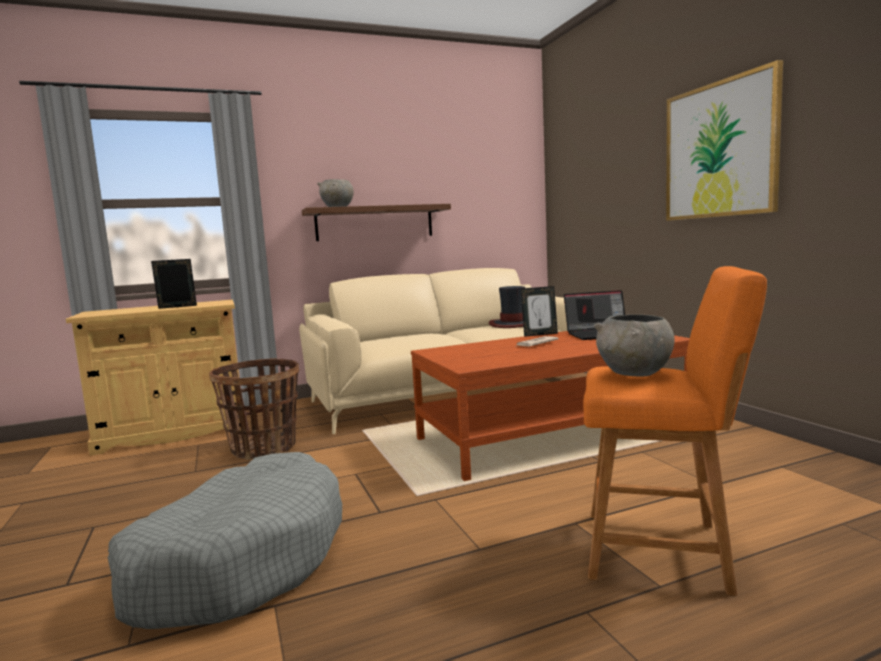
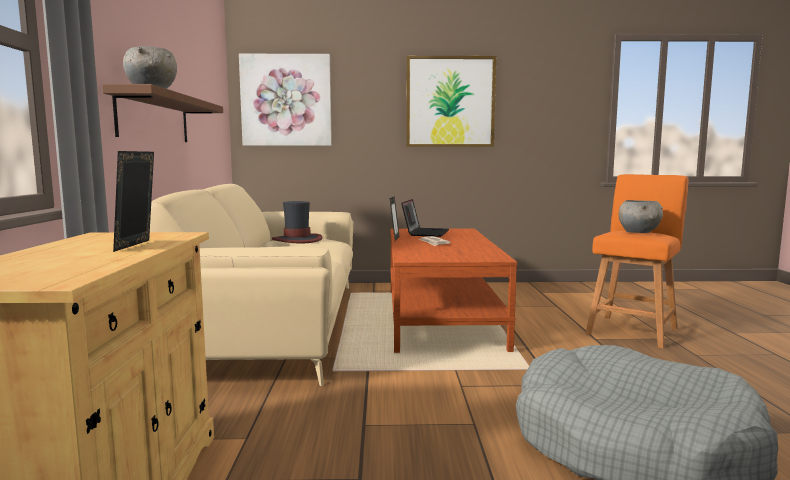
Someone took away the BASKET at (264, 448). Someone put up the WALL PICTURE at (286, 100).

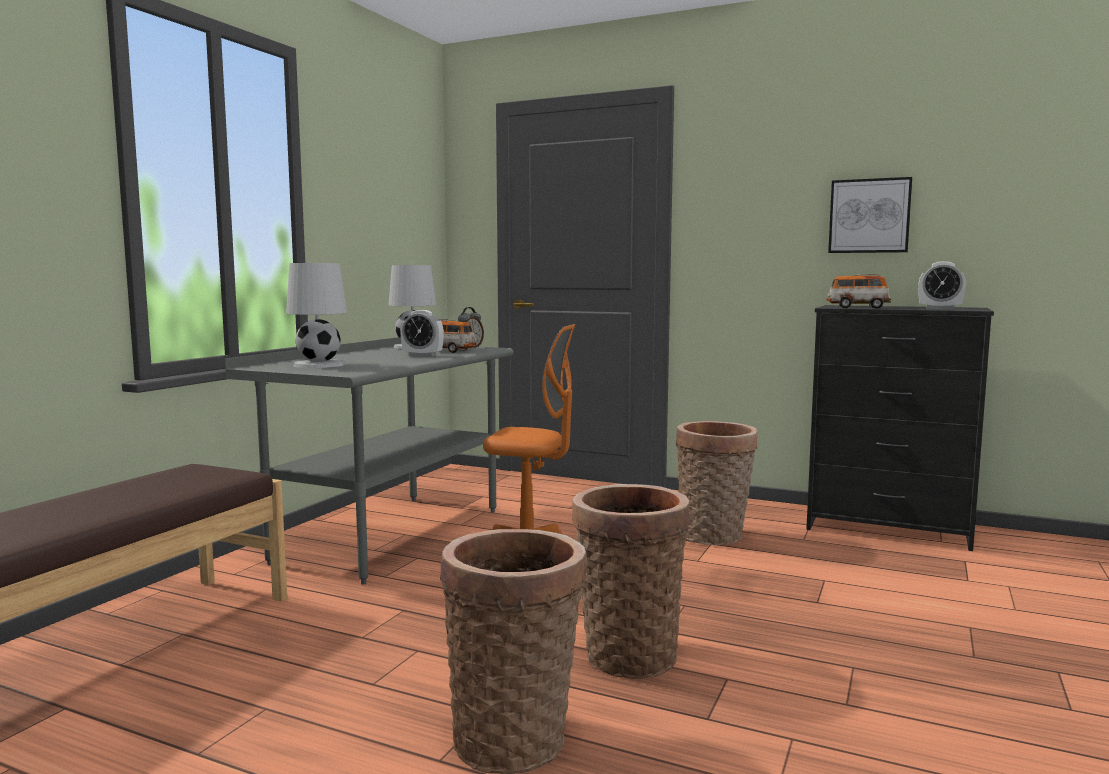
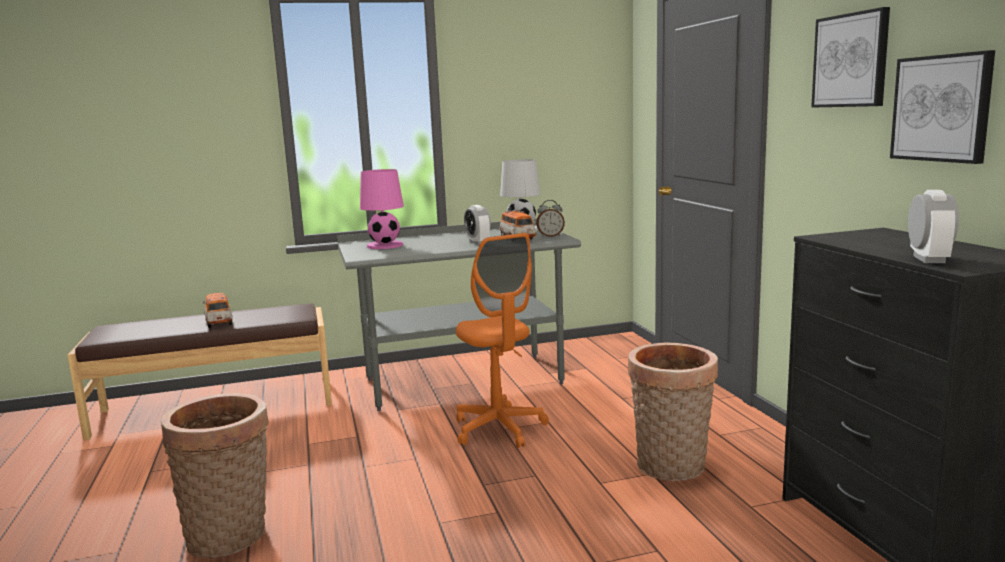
Someone repainted the WHITE-COLOURED TABLE LAMP at (319, 365), which became the PINK TABLE LAMP at (384, 245). Someone took away the BASKET at (628, 653). Someone carried the TOY CAR from (857, 307) to (219, 322). Someone rotated the BEDSIDE CLOCK at (940, 309) by 150 degrees counterclockwise. Someone put up the WALL PICTURE at (851, 60).

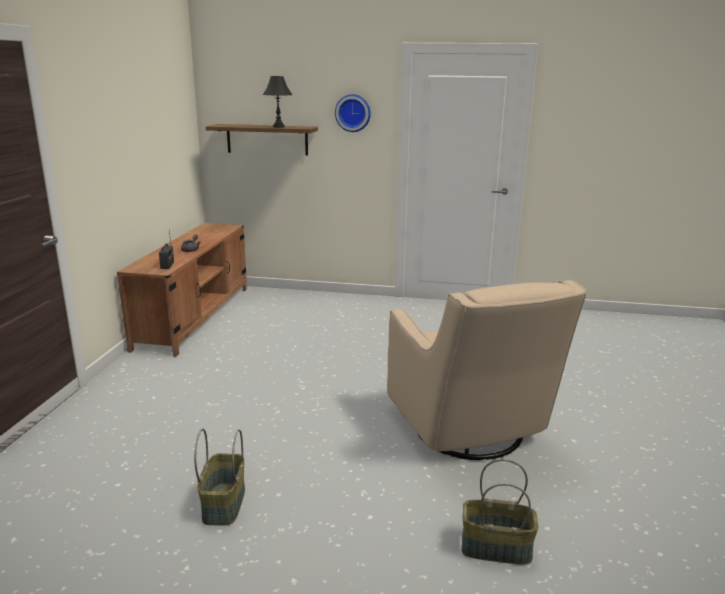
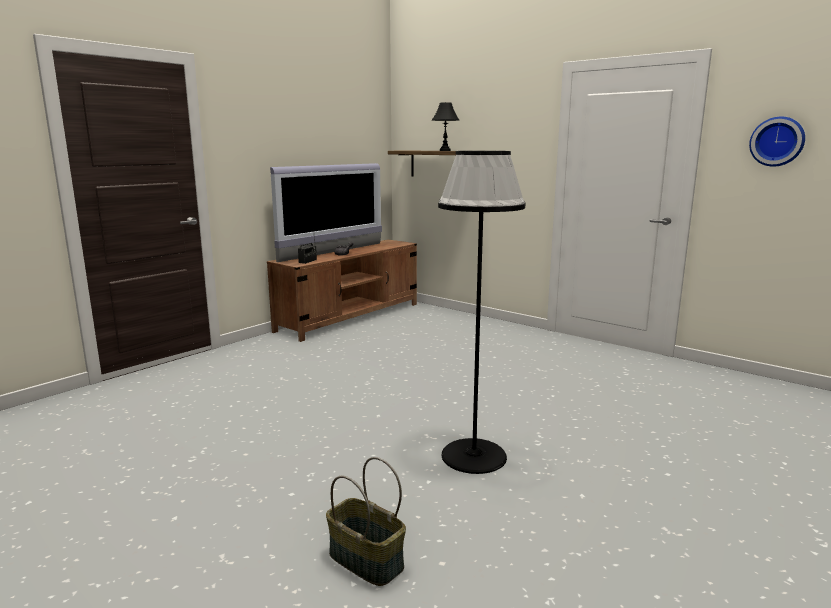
Someone took away the BASKET at (223, 503). Someone carried the HANGING CLOCK from (353, 113) to (777, 141). Someone swapped the BEIGE LOUNGE CHAIR at (470, 432) for the BLACK-COLOURED STANDARD LAMP at (473, 456). Someone put down the TELEVISION at (333, 252).

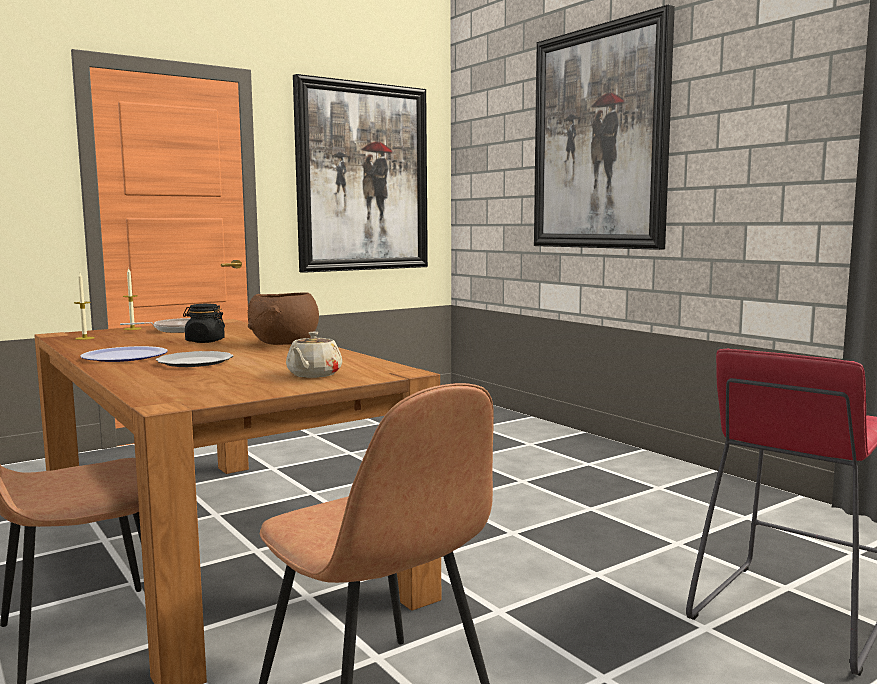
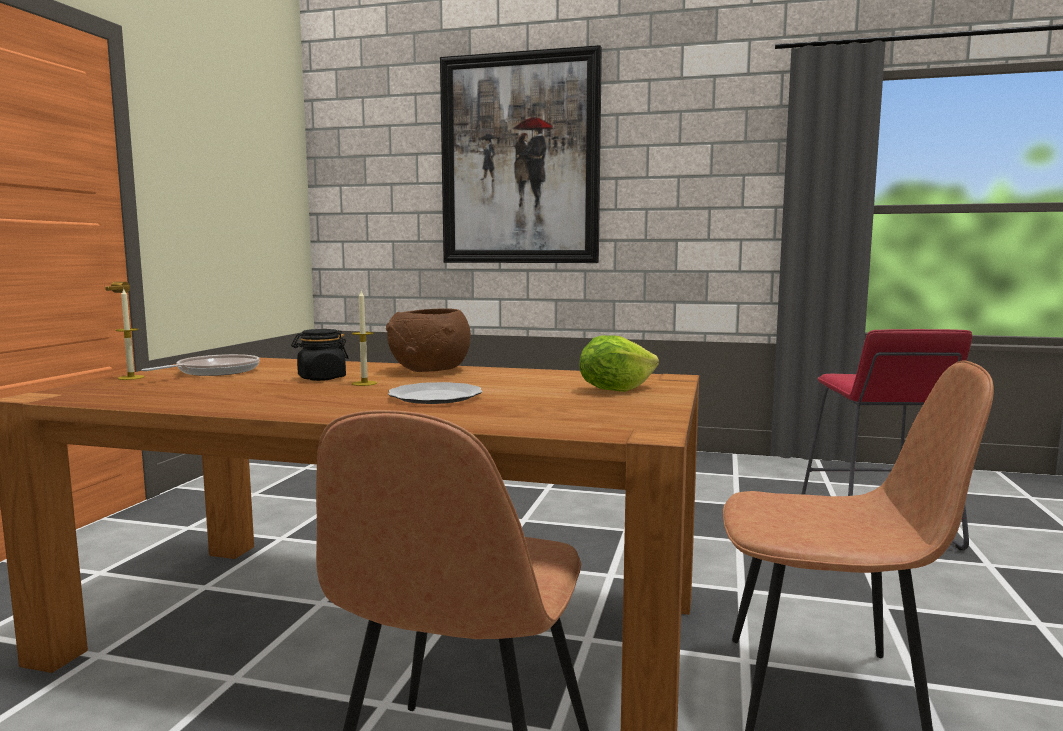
Someone carried the WAX CANDLE from (84, 338) to (364, 383). Someone took away the DINNER PLATE at (124, 356). Someone swapped the BEIGE TEAPOT at (313, 375) for the LETTUCE HEAD at (615, 390). Someone took away the WALL PICTURE at (362, 177).

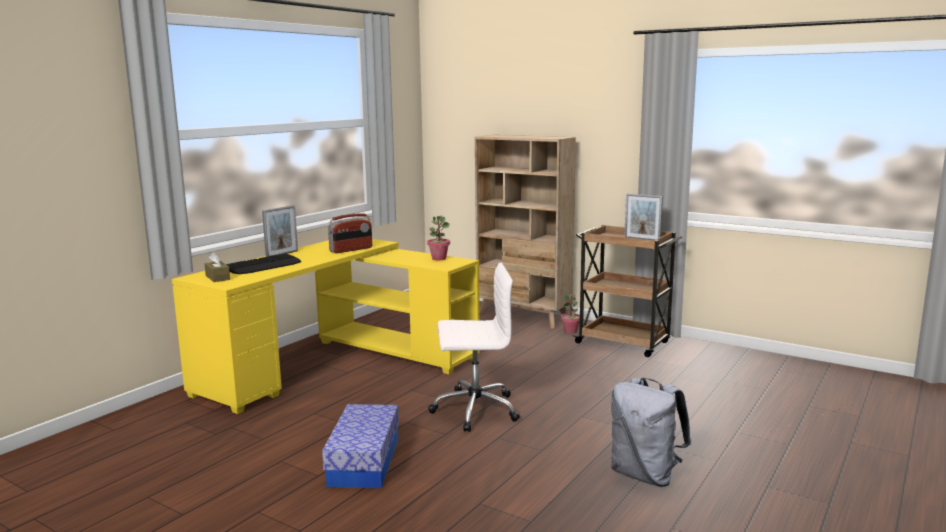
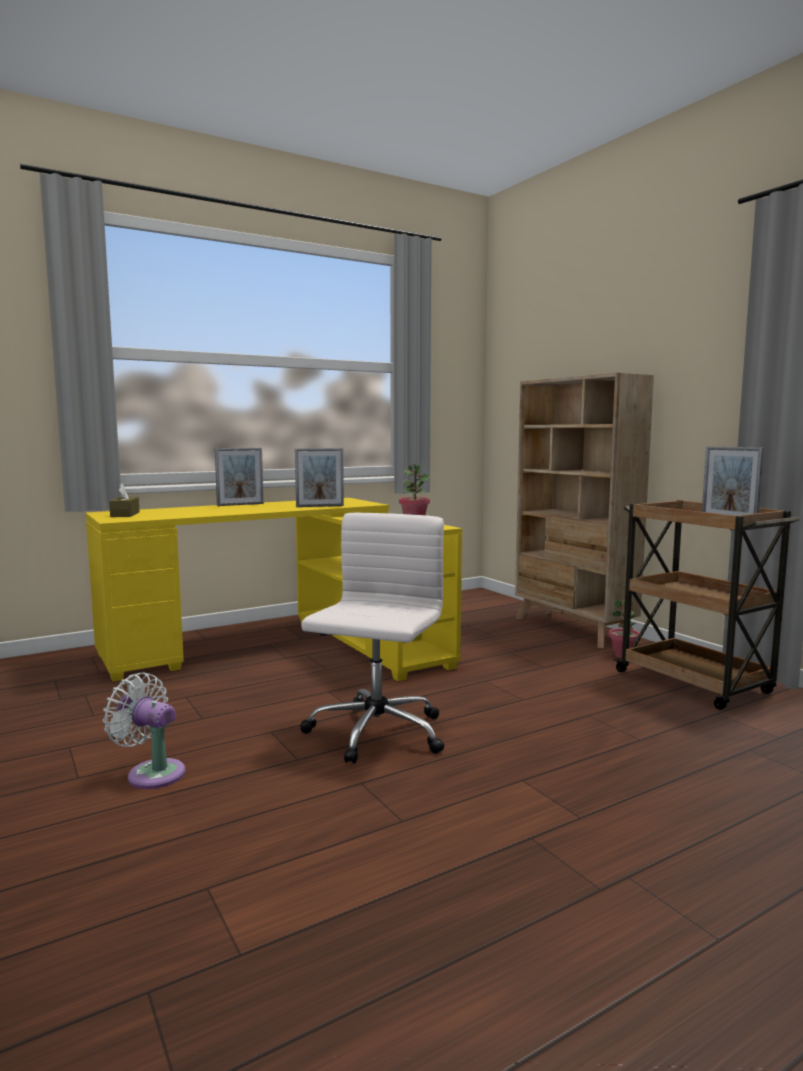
Someone took away the PC KEYBOARD at (264, 265). Someone swapped the STORAGE BOX at (364, 461) for the WHITE-COLOURED FAN at (152, 773). Someone swapped the RADIO at (351, 250) for the PICTURE FRAME at (320, 506). Someone rotated the WHITE-COLOURED COMPUTER CHAIR at (474, 410) by 90 degrees counterclockwise. Someone took away the GREY BACKPACK at (645, 475).

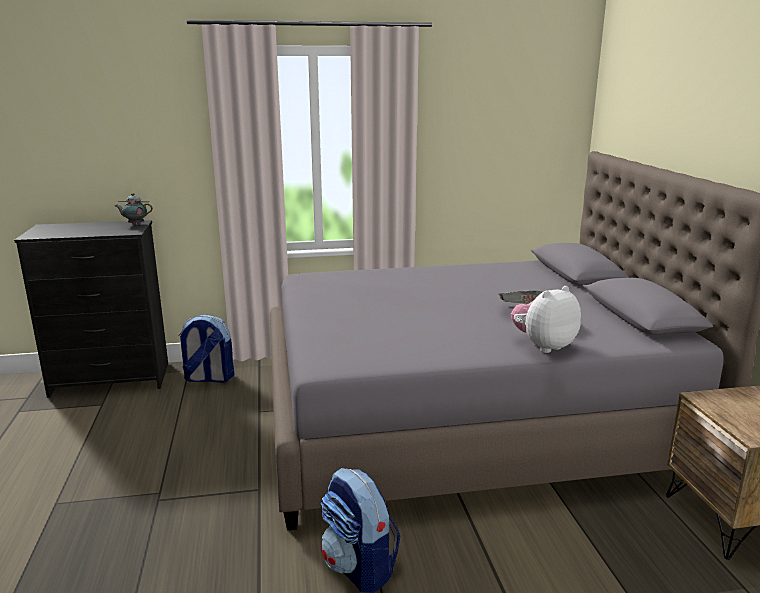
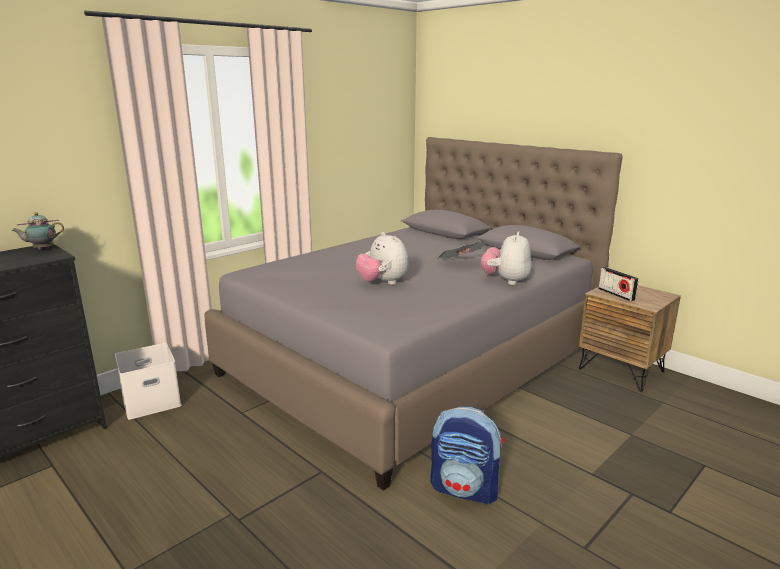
Someone swapped the BACKPACK at (208, 378) for the WHITE-COLOURED STORAGE BOX at (150, 402). Someone put down the PLUSH TOY at (382, 283). Someone put down the RADIO at (616, 294).

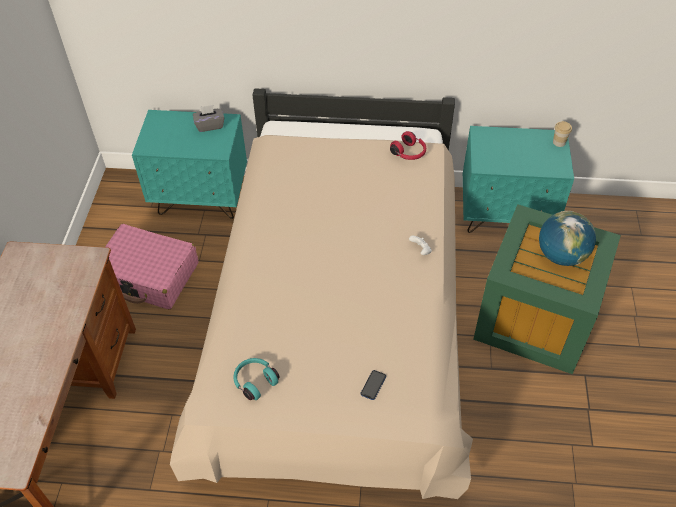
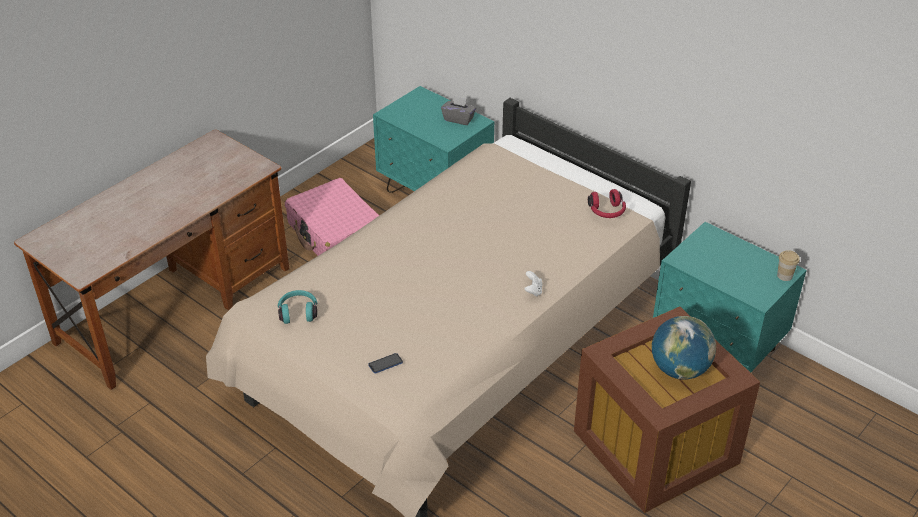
Someone repainted the GREEN STORAGE BOX at (534, 316), which became the BROWN STORAGE BOX at (656, 445).

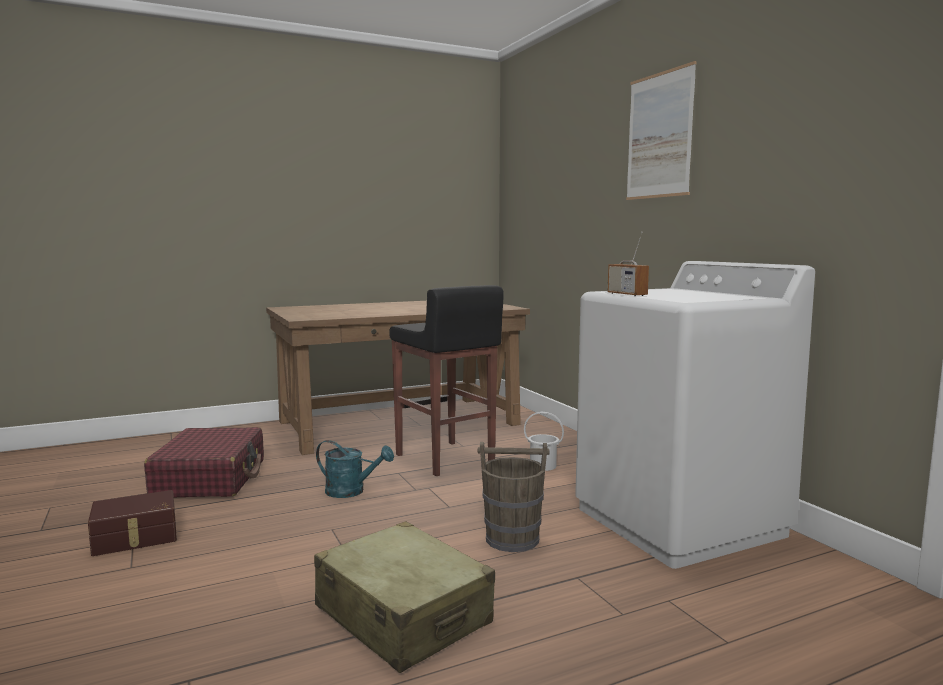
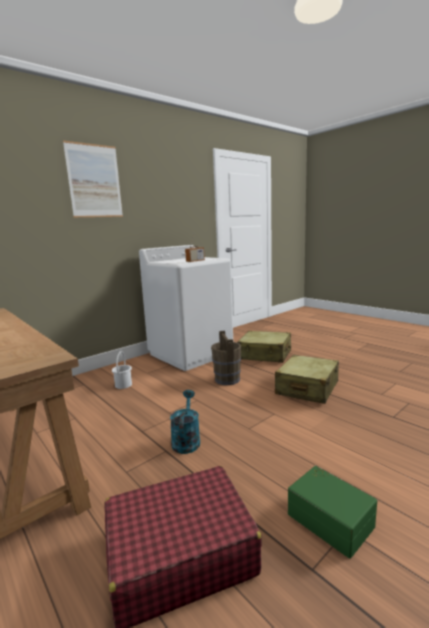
Someone repainted the BROWN STORAGE BOX at (135, 538), which became the GREEN STORAGE BOX at (331, 519). Someone took away the BLACK-COLOURED STOOL at (444, 459). Someone put down the BEIGE TRAVEL CASE at (265, 355).

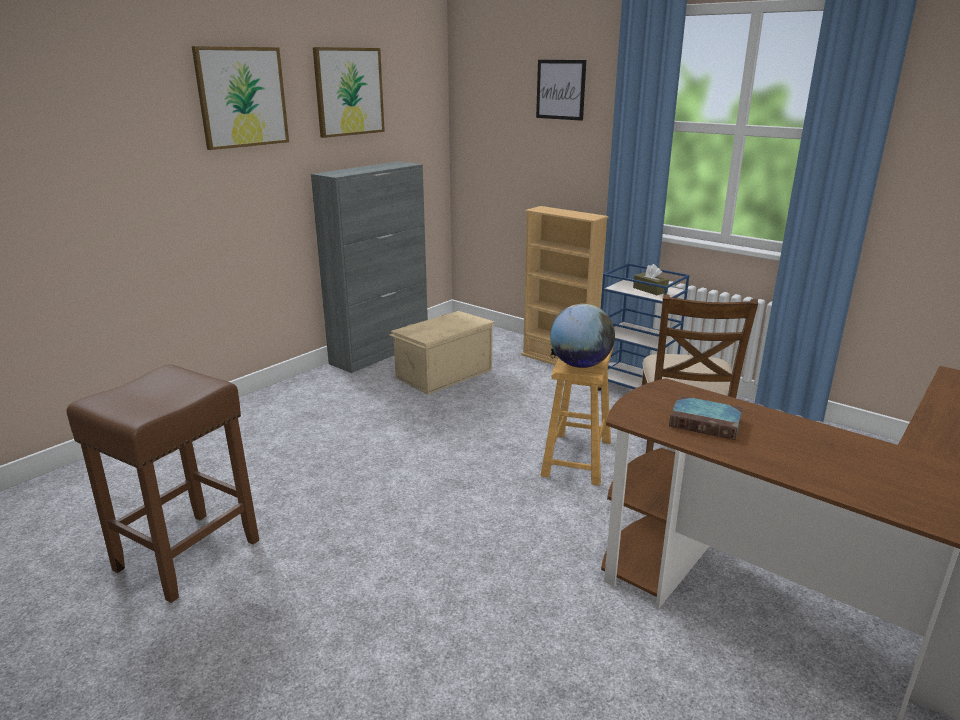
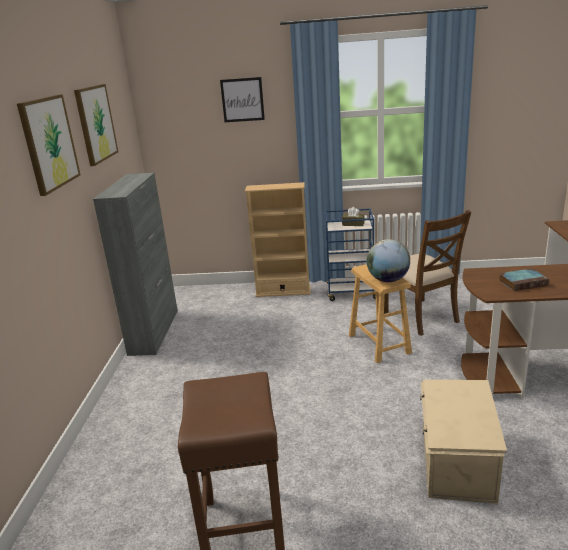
Someone carried the BEIGE STORAGE BOX from (443, 373) to (455, 462).

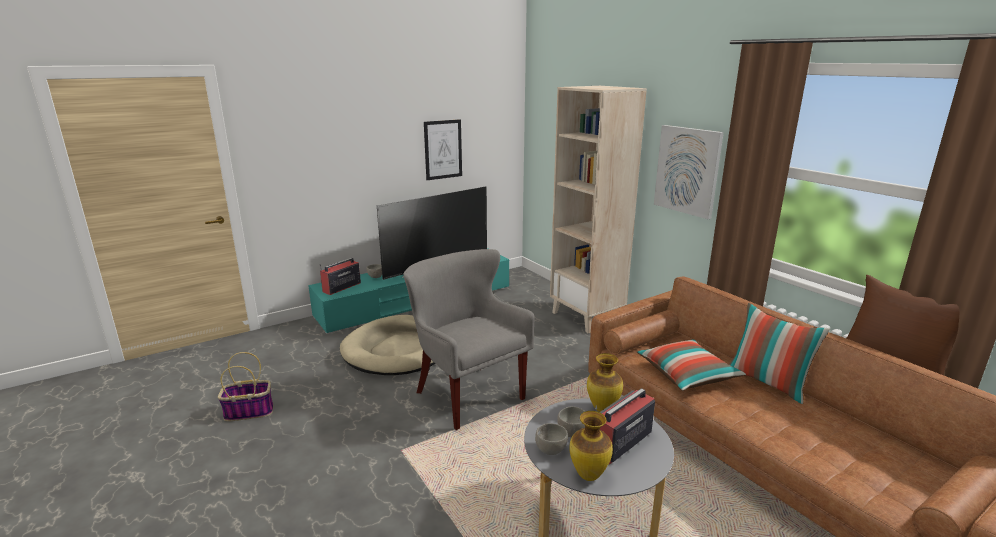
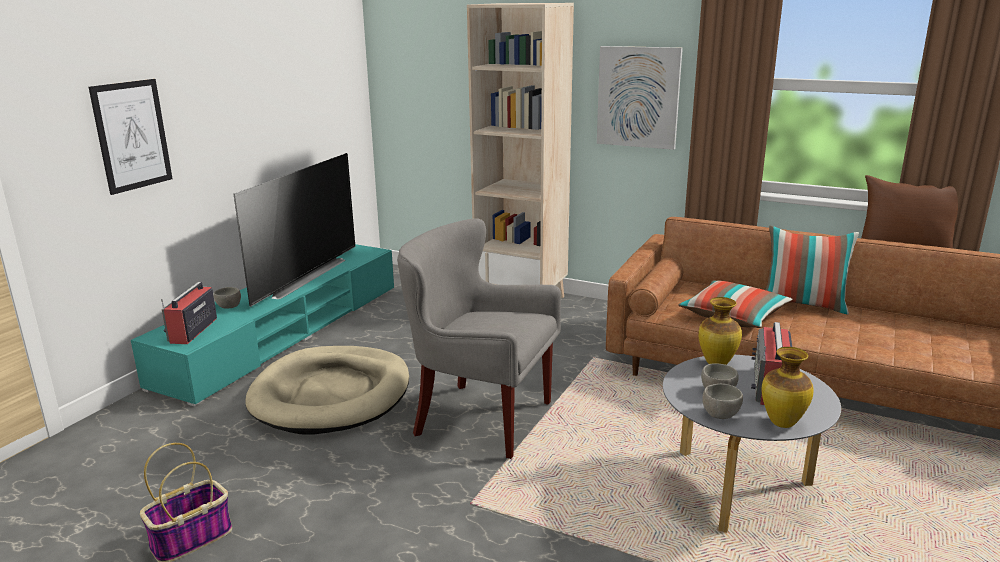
Someone carried the WALL PICTURE from (443, 149) to (132, 135).

